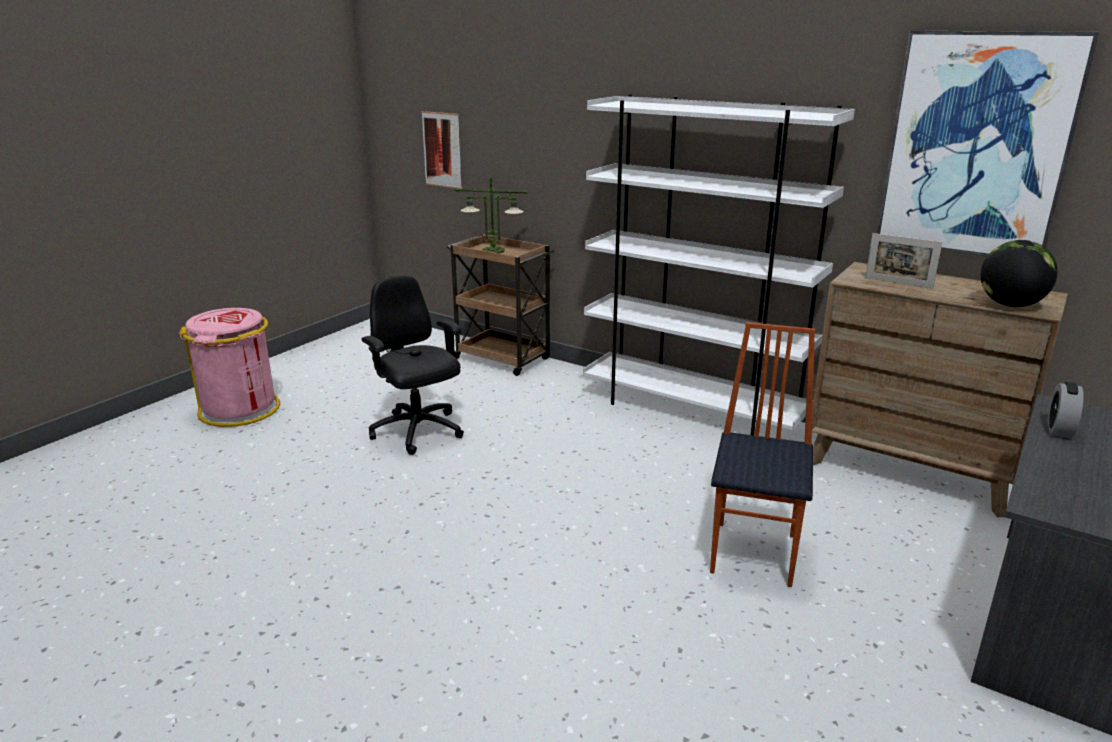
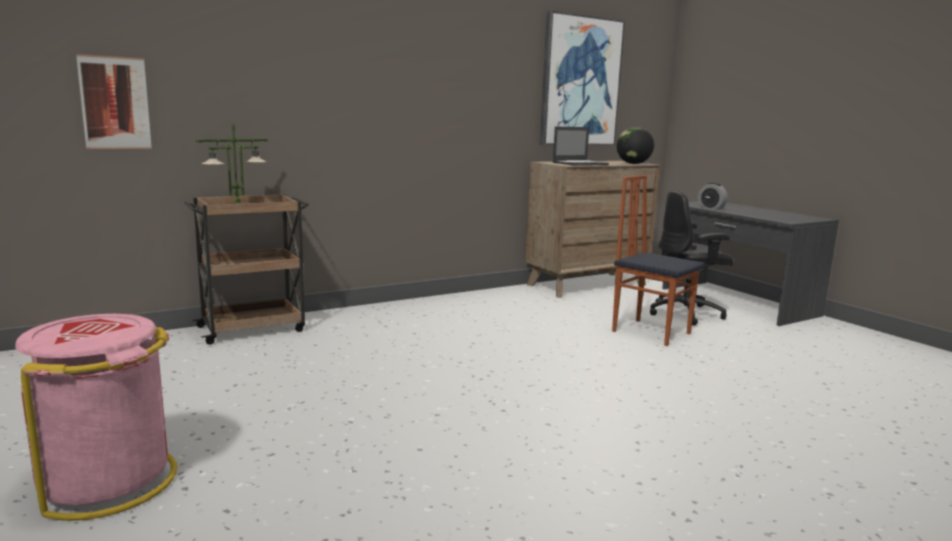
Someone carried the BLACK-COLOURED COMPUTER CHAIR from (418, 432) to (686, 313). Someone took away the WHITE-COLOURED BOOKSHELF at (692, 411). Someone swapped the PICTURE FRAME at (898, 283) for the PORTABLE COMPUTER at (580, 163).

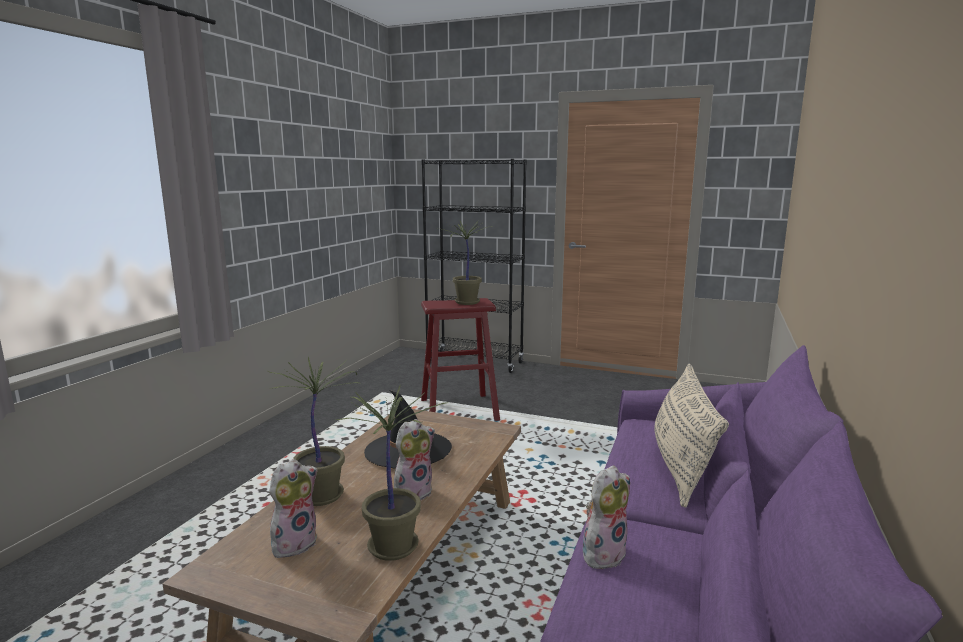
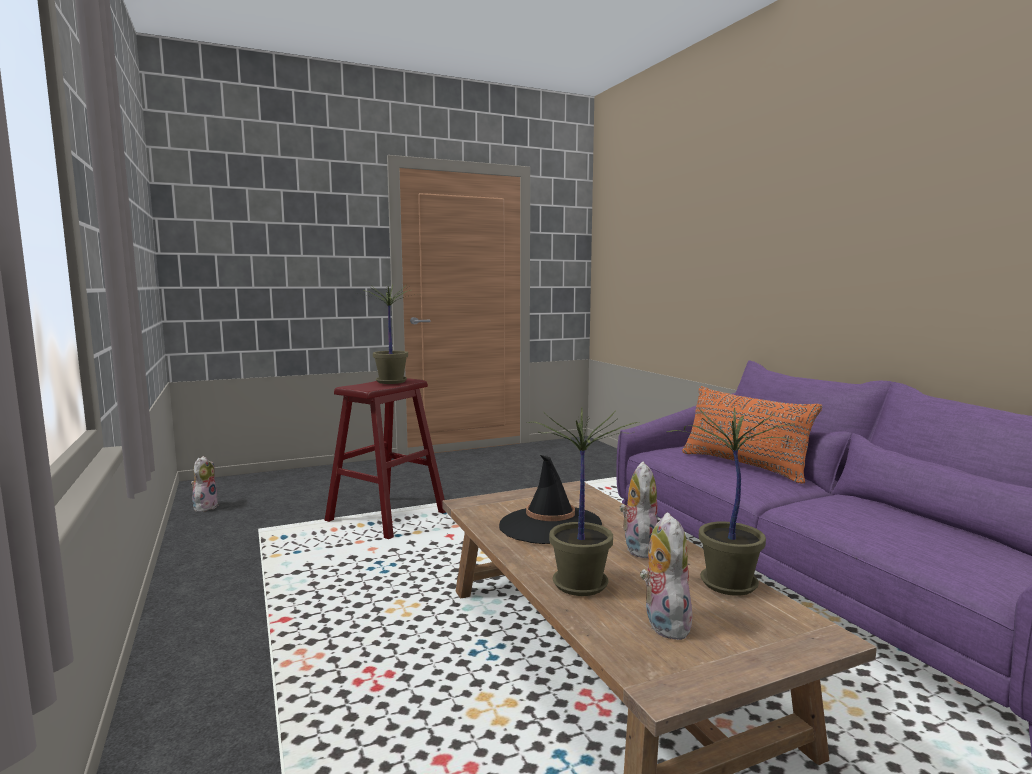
Someone took away the BLACK-COLOURED BOOKSHELF at (475, 362). Someone carried the PLUSH TOY from (603, 553) to (205, 507). Someone repainted the BEIGE PILLOW at (681, 466), which became the ORANGE PILLOW at (743, 465).

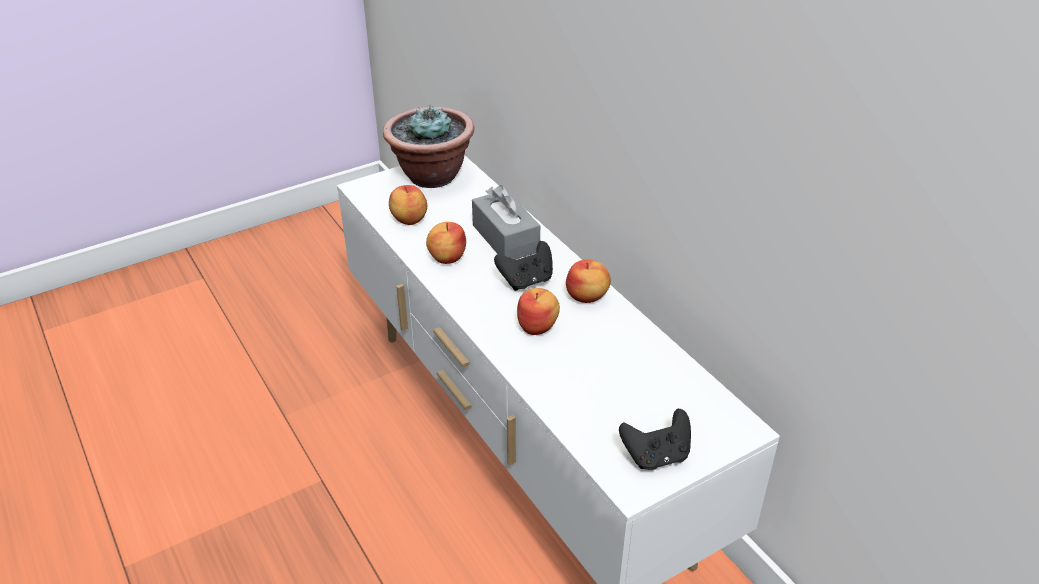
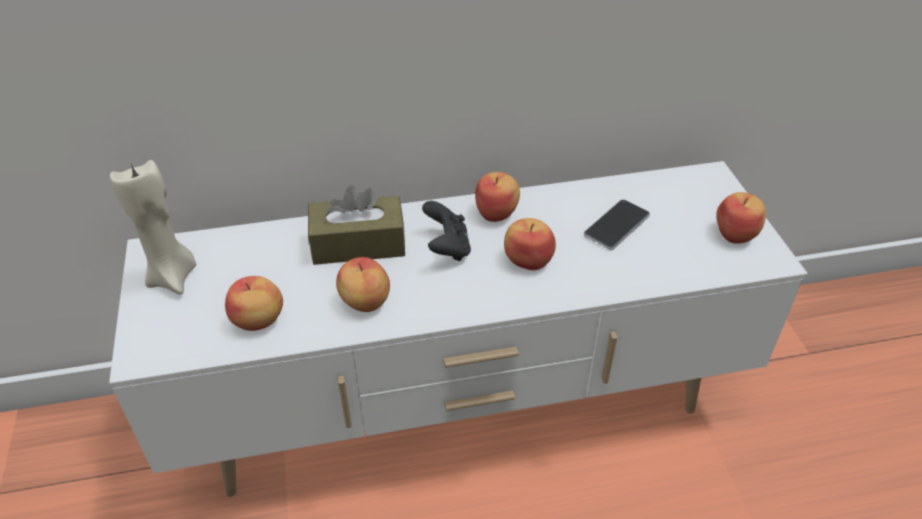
Someone swapped the HOUSEPLANT at (431, 175) for the BEIGE WAX CANDLE at (173, 277). Someone repainted the GREY BOX OF TISSUES at (505, 238), which became the BROWN BOX OF TISSUES at (358, 244). Someone swapped the BLACK-COLOURED JOYPAD at (656, 456) for the APPLE at (736, 233). Someone put down the HANDSET at (616, 225).

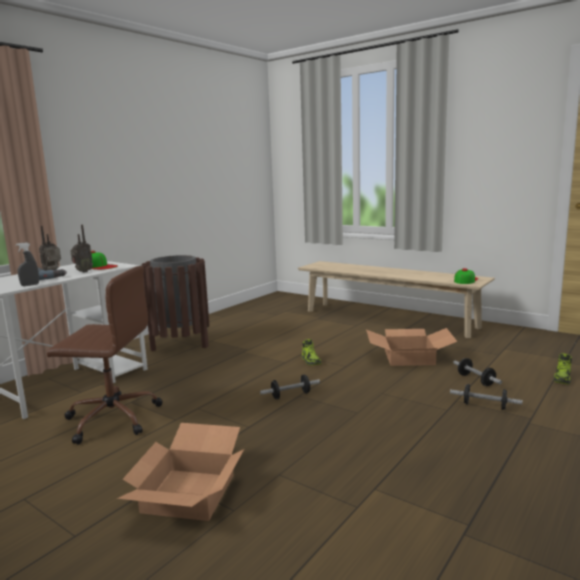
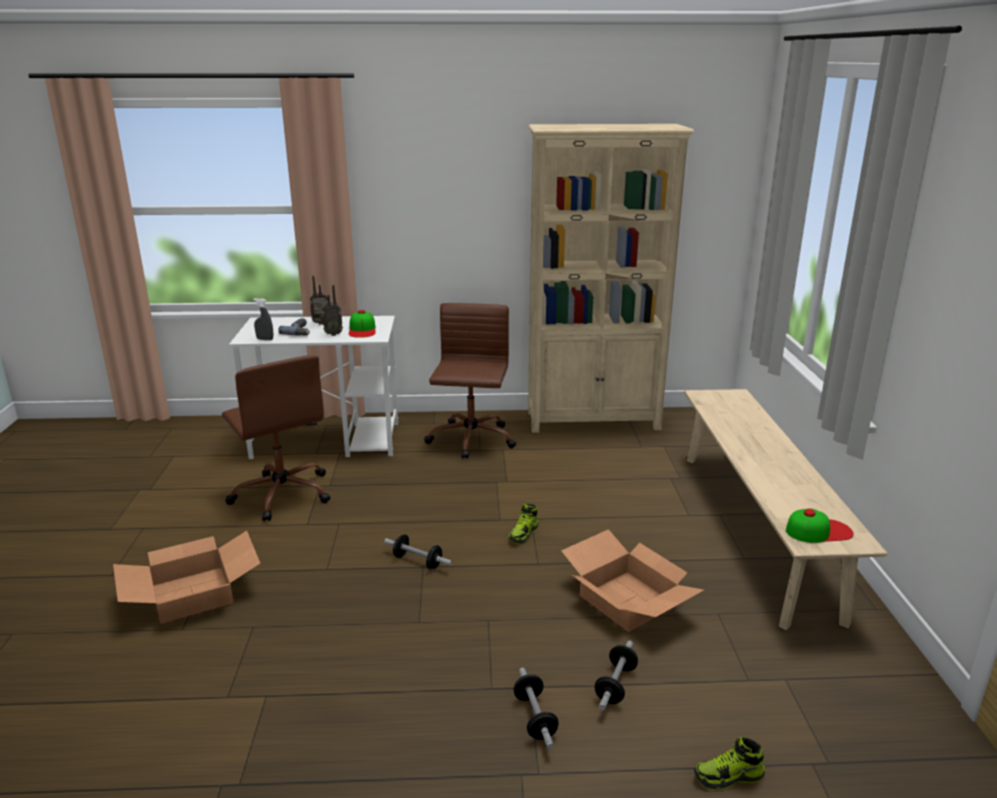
Someone swapped the BROWN TRASH CAN at (181, 344) for the BROWN COMPUTER CHAIR at (471, 440). Someone put down the BEIGE BOOKSHELF at (594, 420).

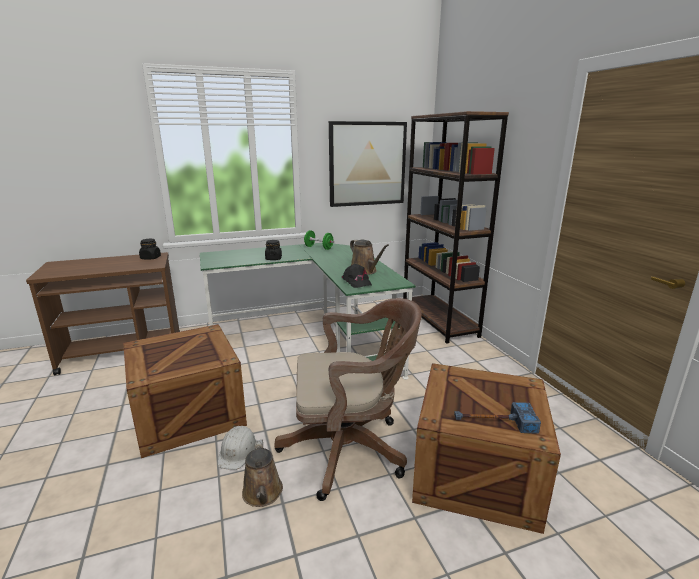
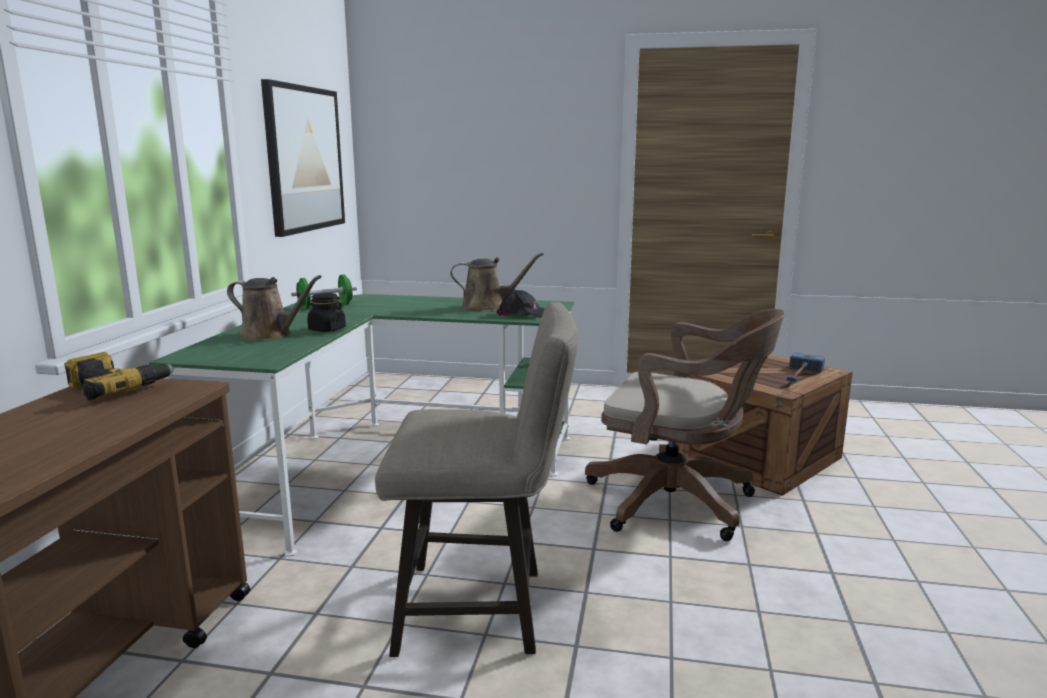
Someone swapped the CRATE at (187, 414) for the BEIGE STOOL at (484, 609). Someone swapped the BLACK-COLOURED PRESERVE JAR at (150, 258) for the DRILL at (117, 388). Someone took away the WHITE-COLOURED HARD HAT at (238, 451). Someone carried the BROWN SPRINKLING CAN from (262, 494) to (270, 335). Someone rotated the BROWN COMPUTER CHAIR at (350, 449) by 90 degrees clockwise. Someone took away the BROWN BOOKSHELF at (438, 321).

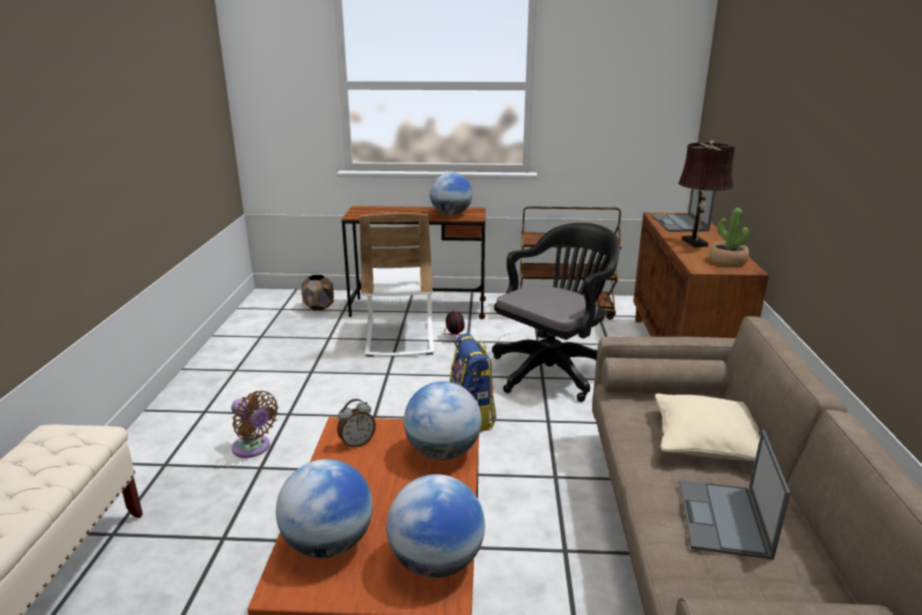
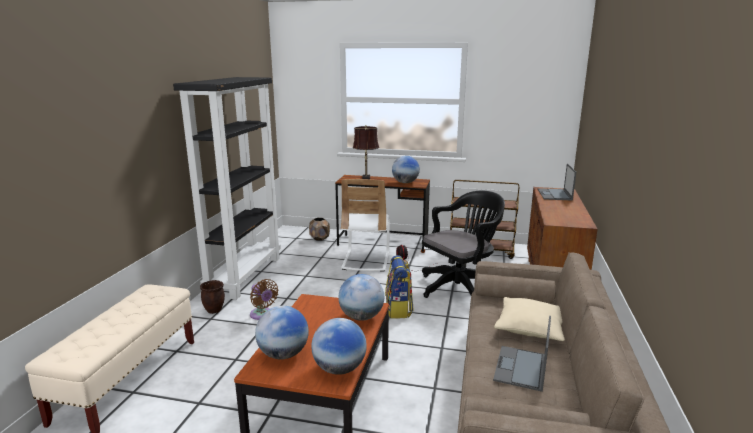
Someone took away the BEDSIDE CLOCK at (357, 443). Someone carried the BROWN TABLE LAMP from (696, 244) to (366, 178). Someone took away the HOUSEPLANT at (727, 261). Someone put down the BLACK-COLOURED BOOKSHELF at (244, 275). Someone put down the BROWN PLANT POT at (214, 310).

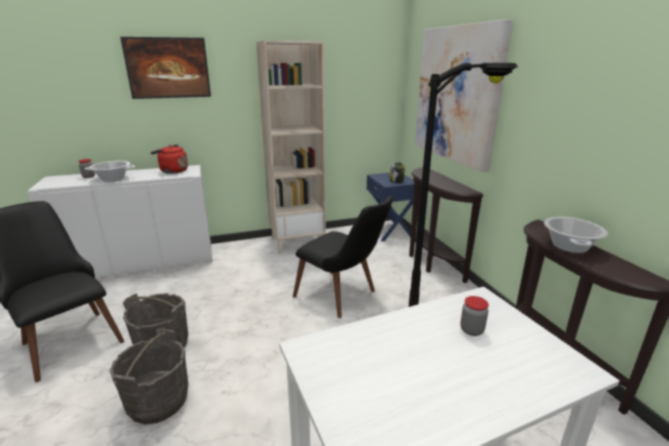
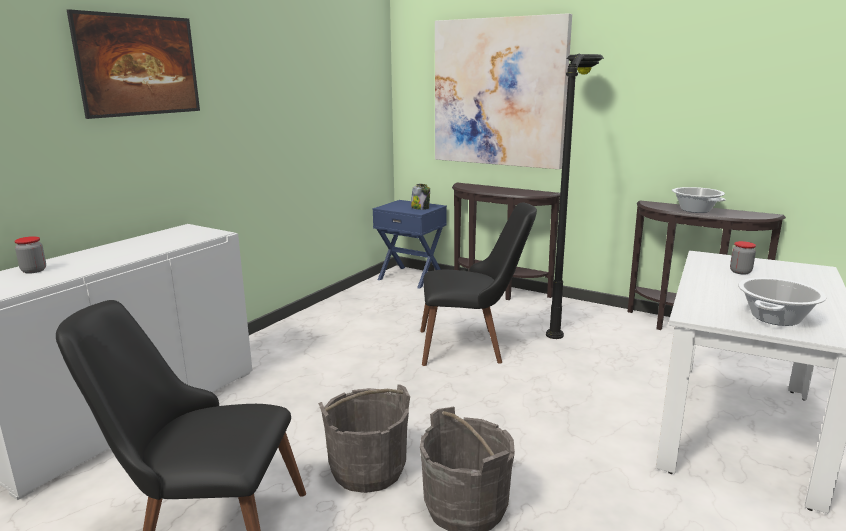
Someone carried the COOKING POT from (113, 179) to (775, 318). Someone took away the RED WATER KETTLE at (172, 171). Someone took away the BEIGE BOOKSHELF at (297, 242).

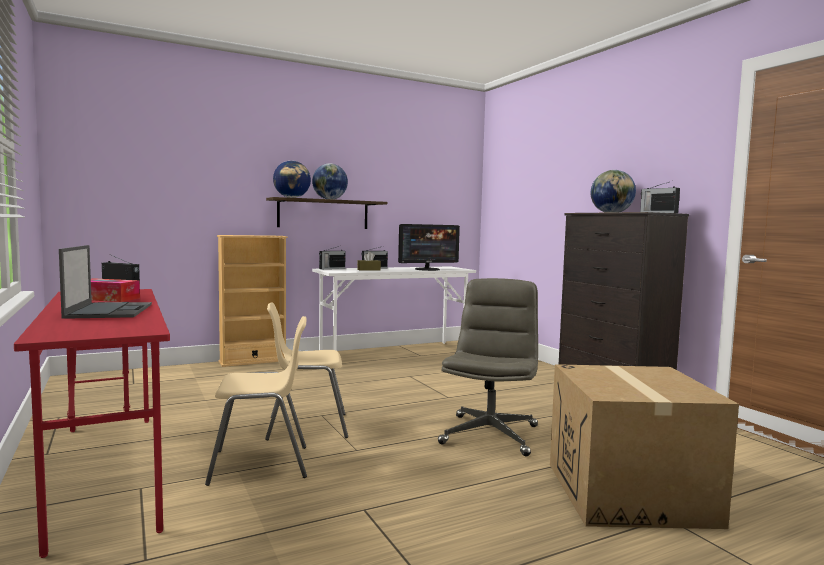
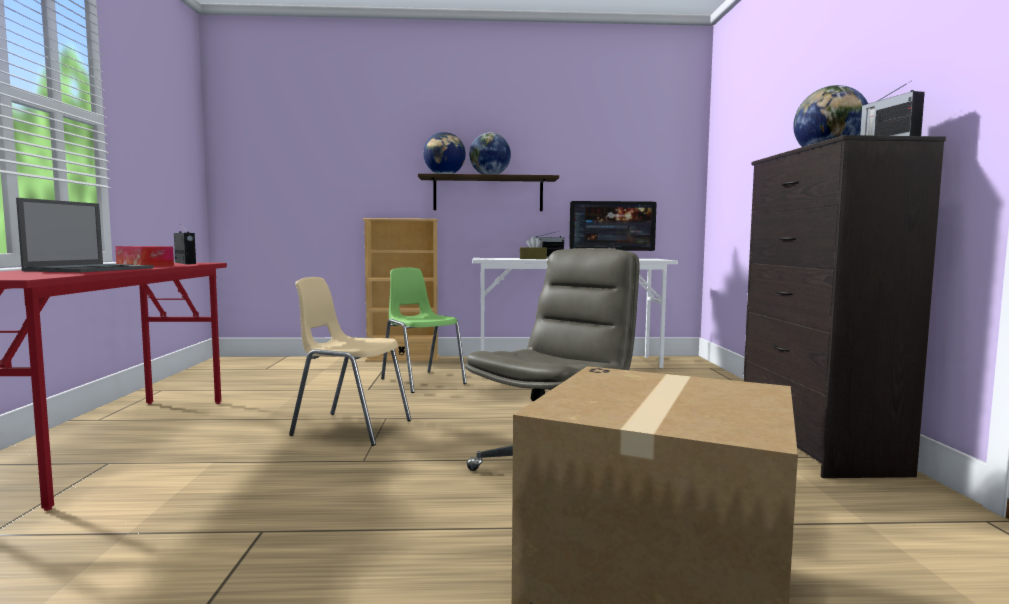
Someone took away the BEIGE CHAIR at (261, 465). Someone took away the RADIO at (331, 268). Someone put down the GREEN CHAIR at (422, 381).

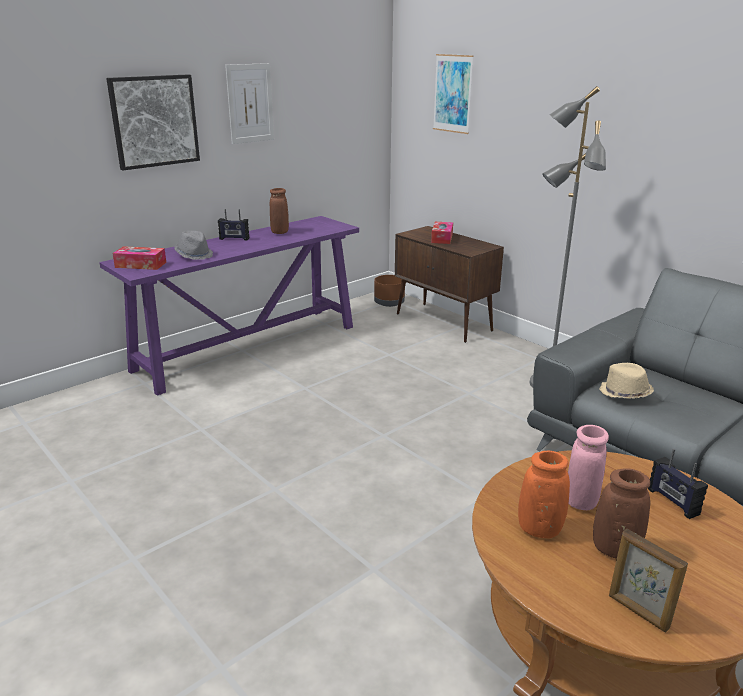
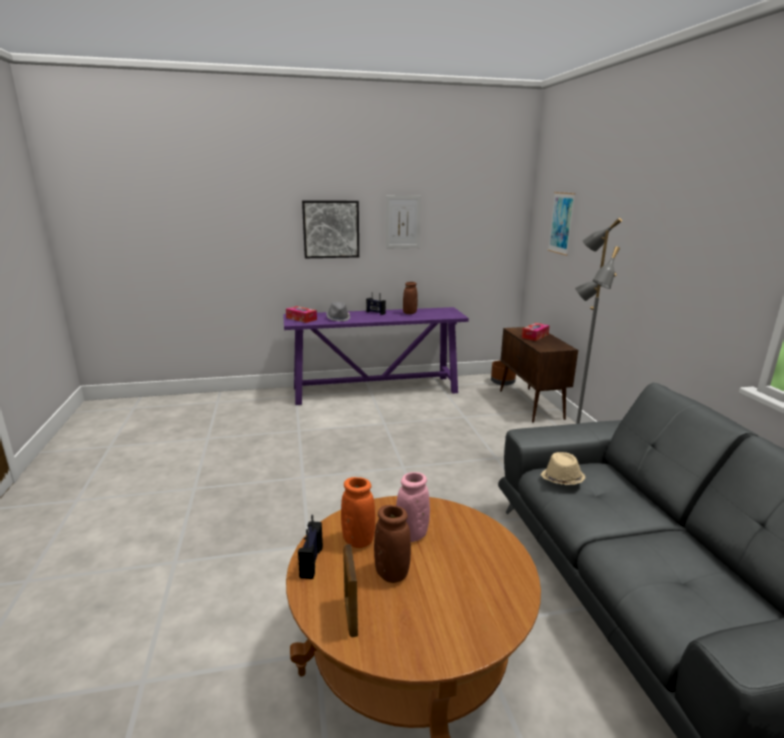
Someone carried the RADIO from (672, 502) to (310, 562).

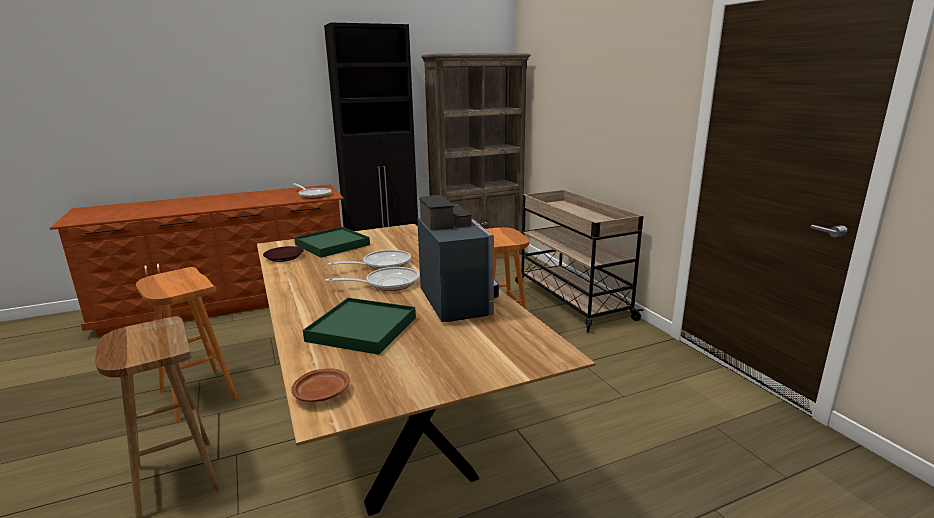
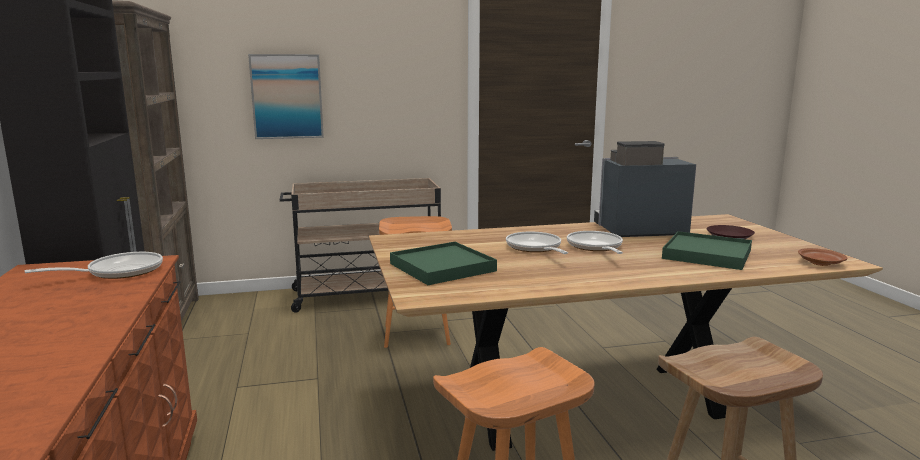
Someone carried the BROWN DINNER PLATE from (284, 257) to (729, 236). Someone put up the WALL PICTURE at (287, 96).

